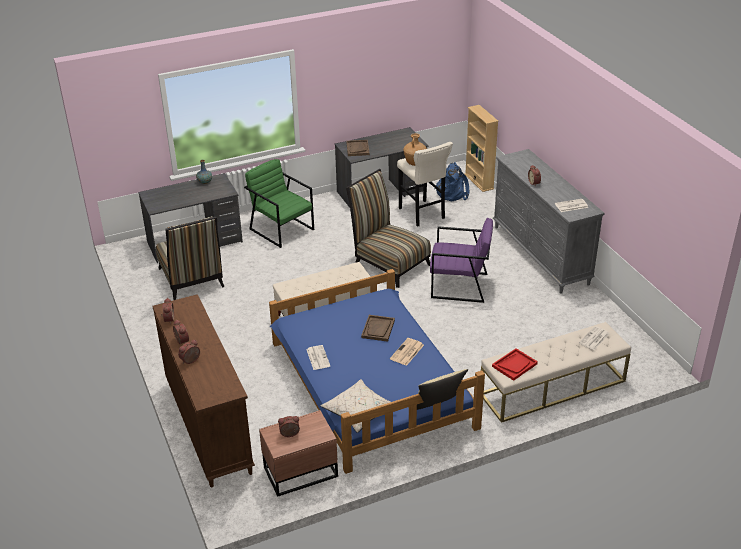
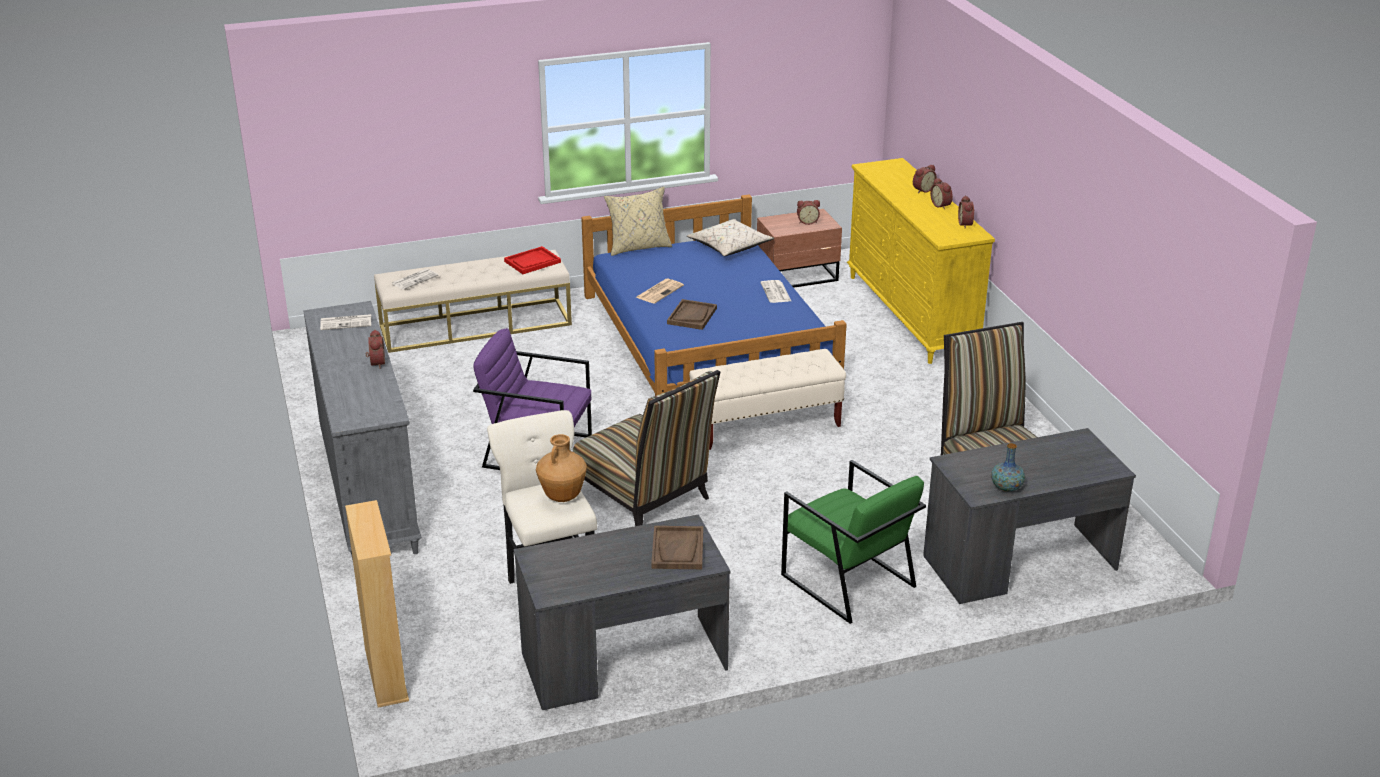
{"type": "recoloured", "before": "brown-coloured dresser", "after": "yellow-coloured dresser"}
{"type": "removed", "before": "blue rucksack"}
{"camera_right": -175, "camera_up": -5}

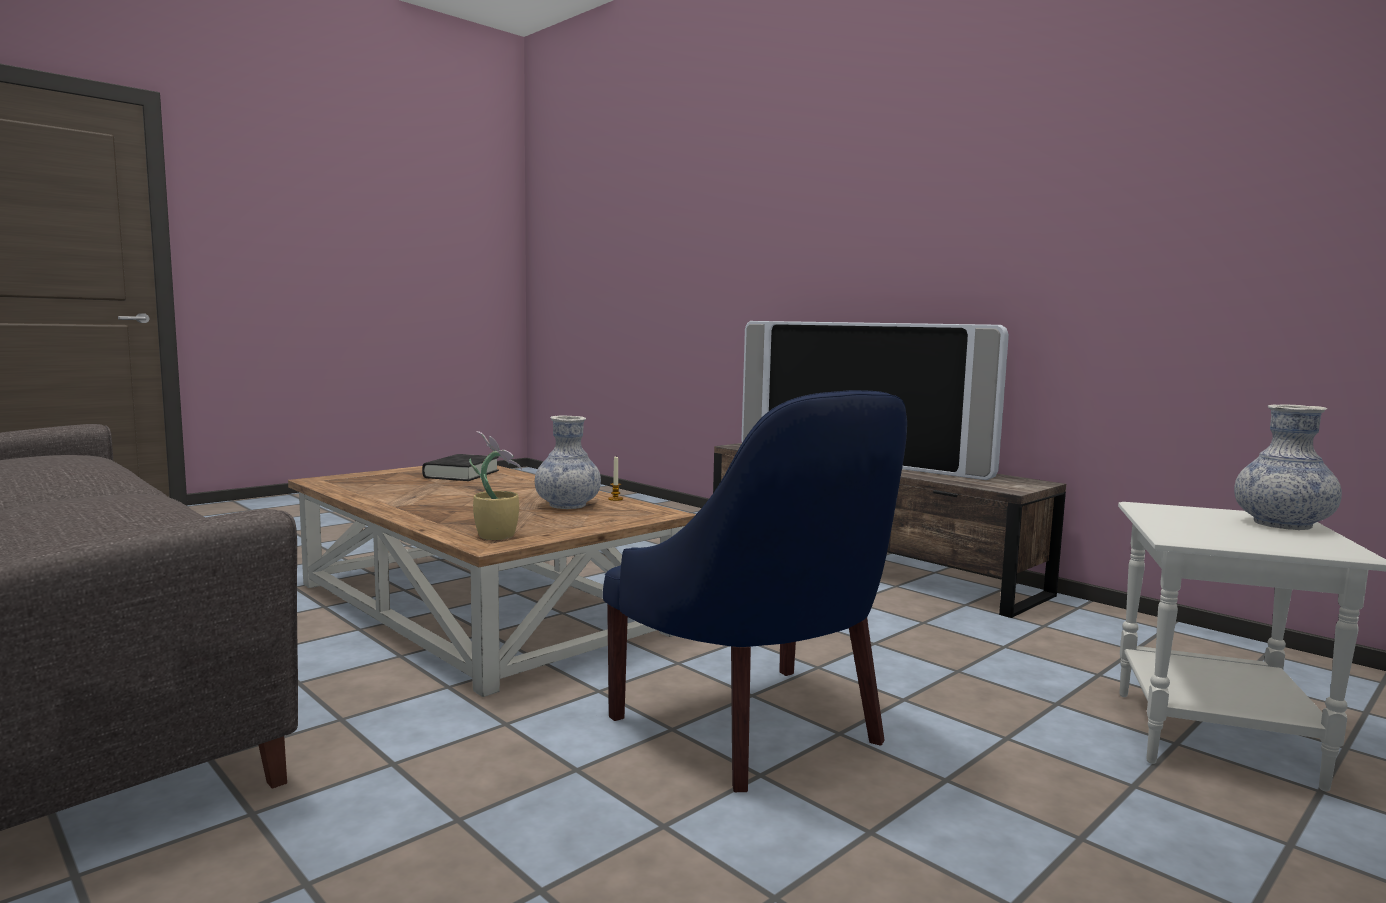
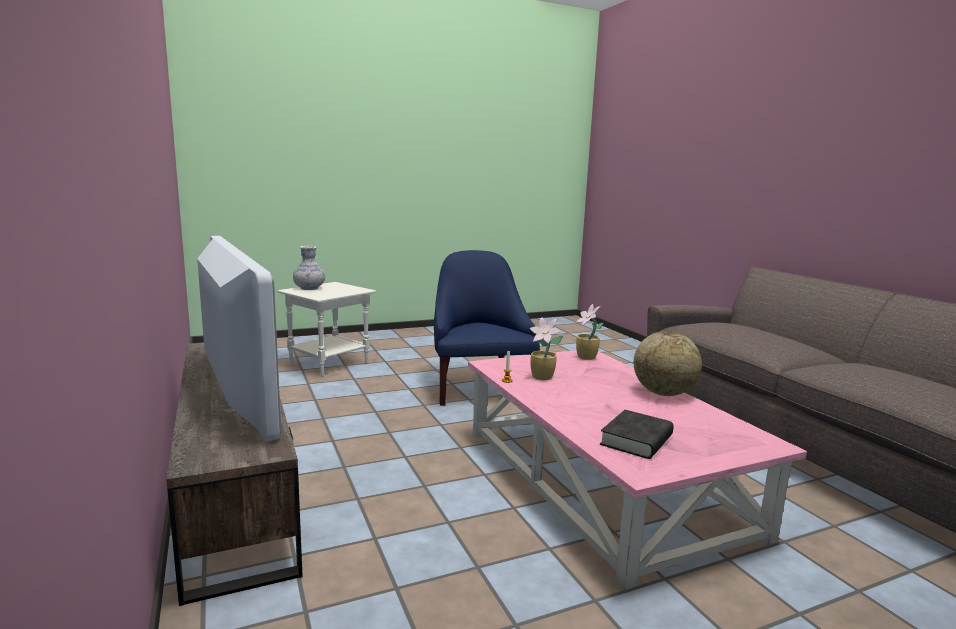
{"type": "recoloured", "before": "brown-coloured coffee table", "after": "pinkish coffee table"}
{"type": "replaced", "before": "flower vase (1st from left)", "after": "houseplant (1st from left)"}
{"type": "added", "after": "world globe"}
{"camera_right": -160, "camera_up": 5}

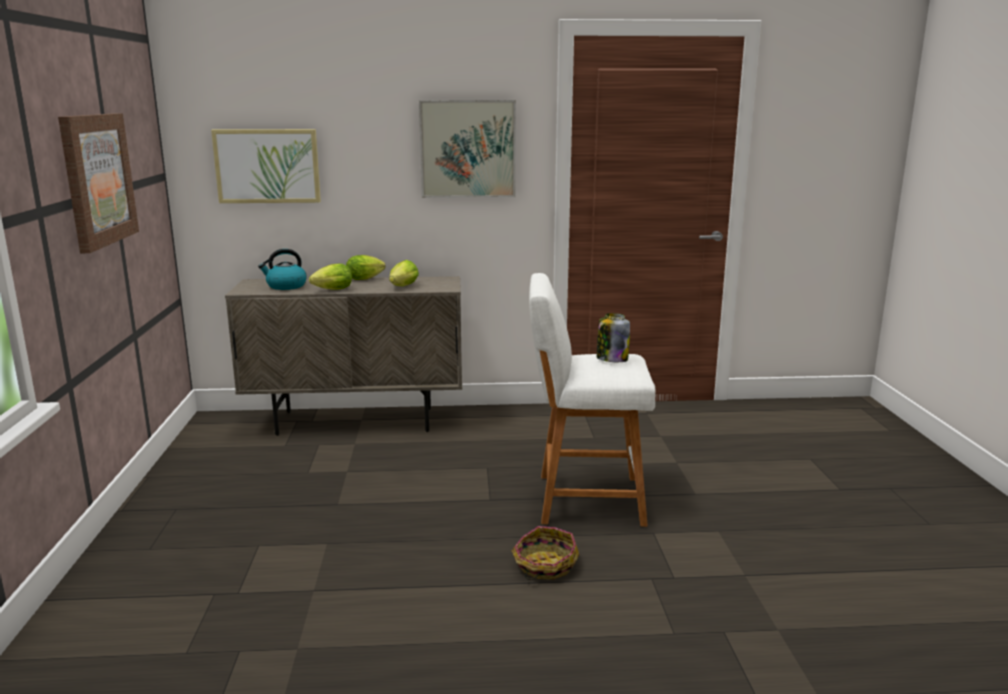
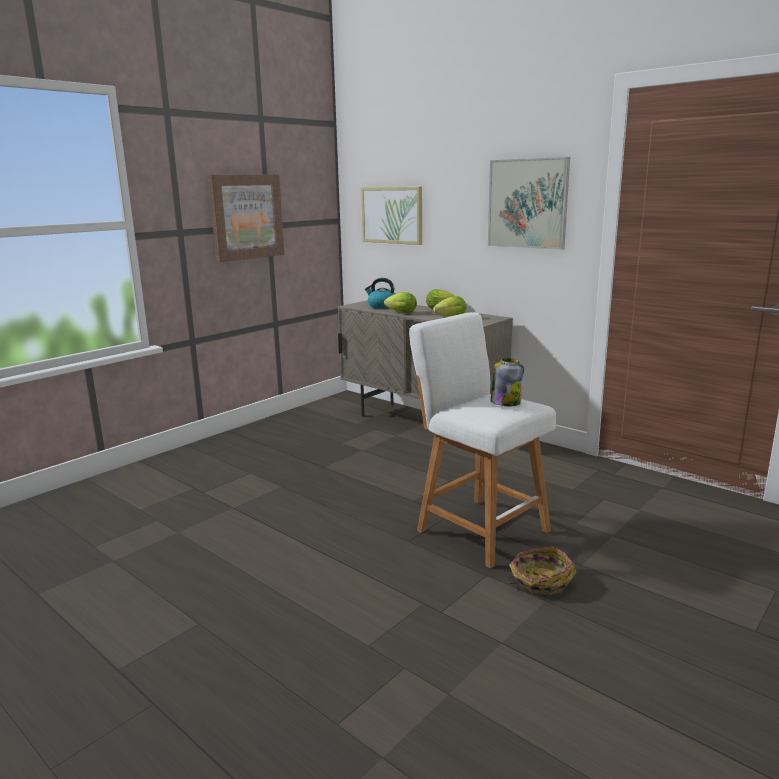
{"type": "moved", "before": "household basket"}
{"camera_right": 45, "camera_up": 0}

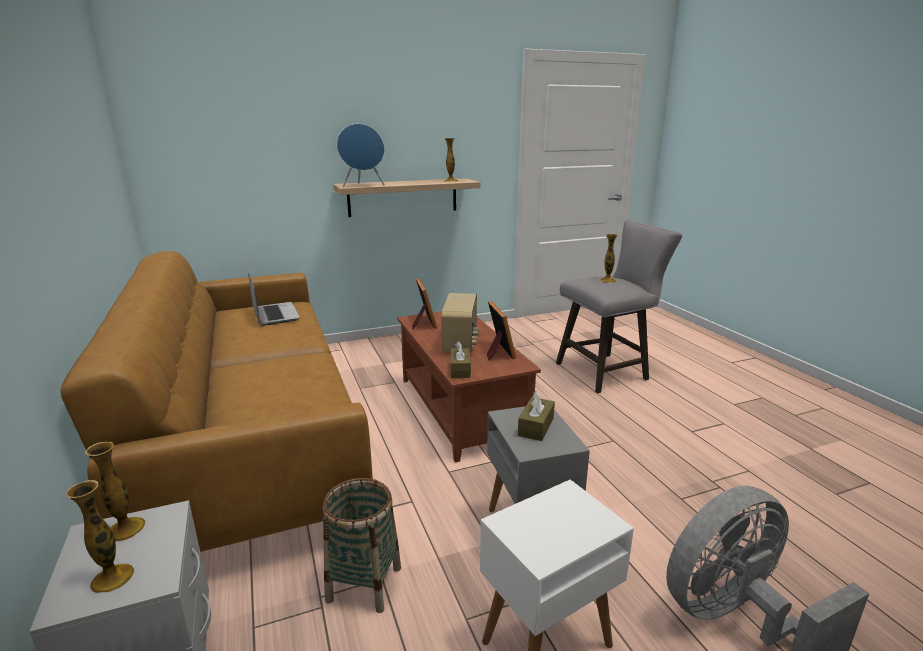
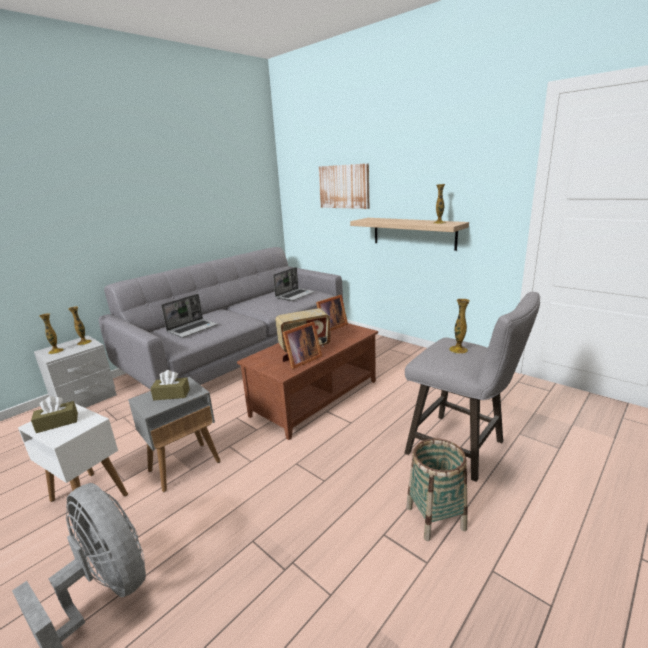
{"type": "recoloured", "before": "brown-coloured couch", "after": "greyish couch"}
{"type": "moved", "before": "household basket"}
{"type": "removed", "before": "blue audio speaker"}
{"type": "moved", "before": "brown-coloured tissue box (1st from left)"}
{"type": "added", "after": "laptop (1st from left)"}
{"type": "added", "after": "wall picture"}
{"camera_right": 65, "camera_up": 0}

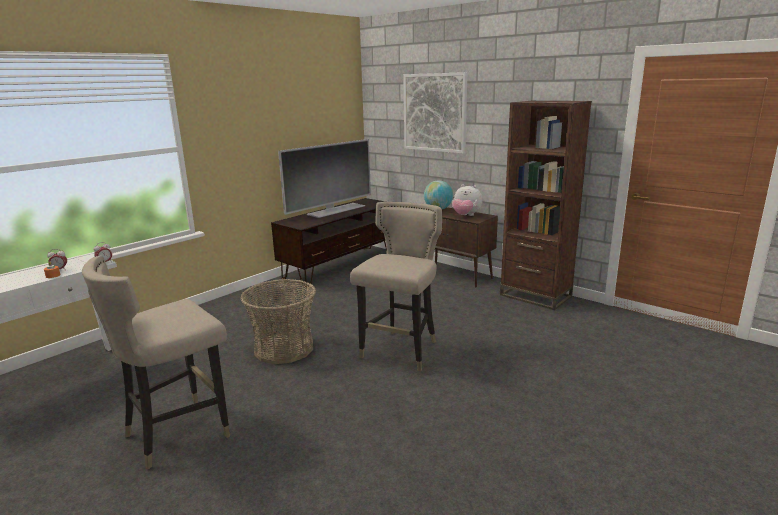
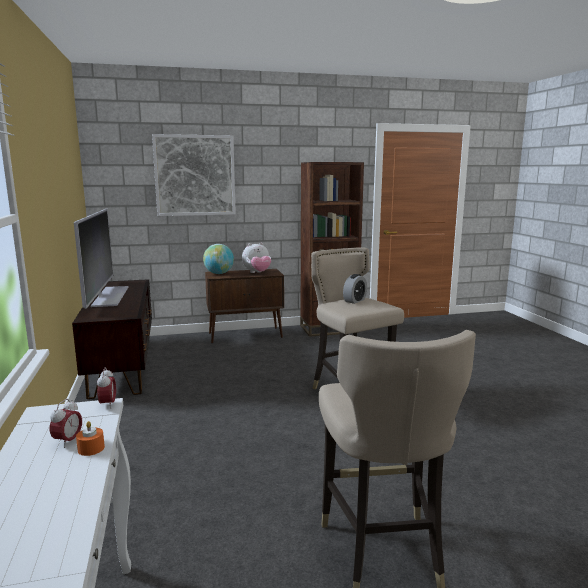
{"type": "removed", "before": "household basket"}
{"type": "added", "after": "table clock (3rd from left)"}
{"camera_right": -55, "camera_up": -5}

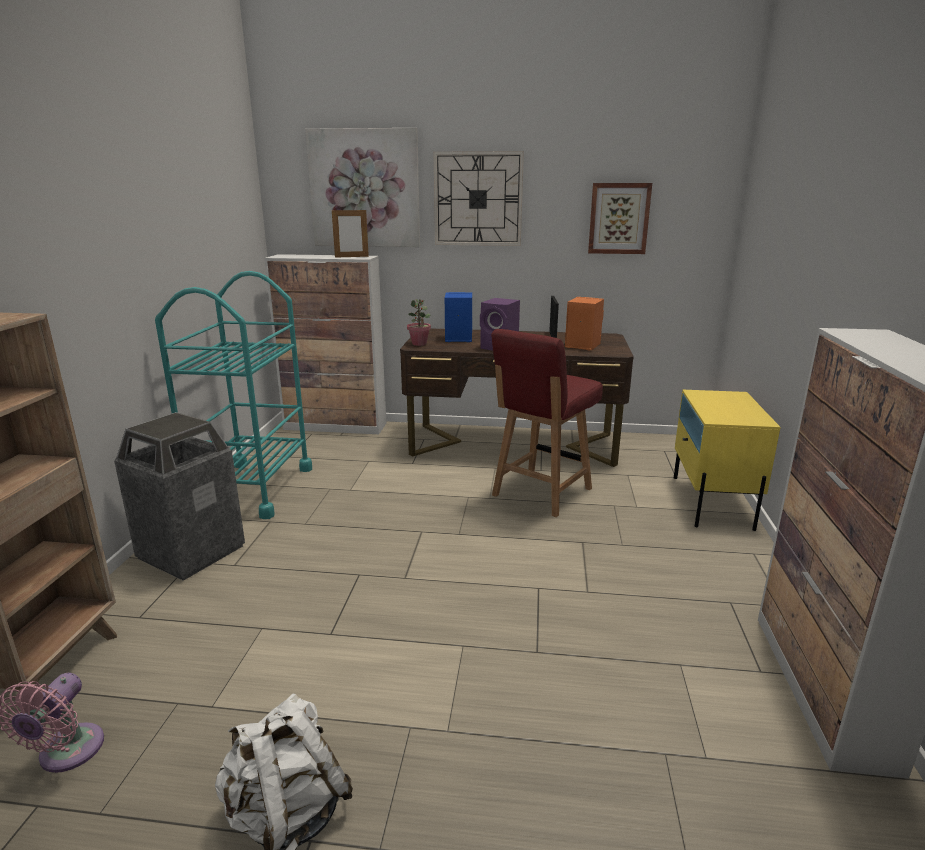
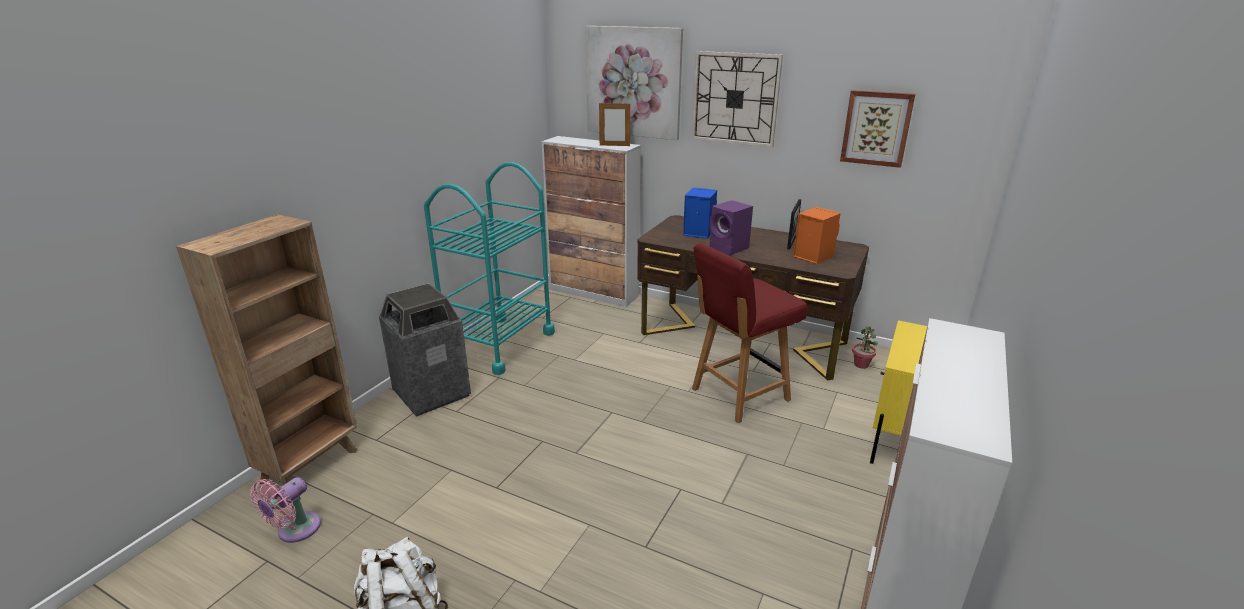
{"type": "moved", "before": "houseplant"}
{"camera_right": 20, "camera_up": 5}

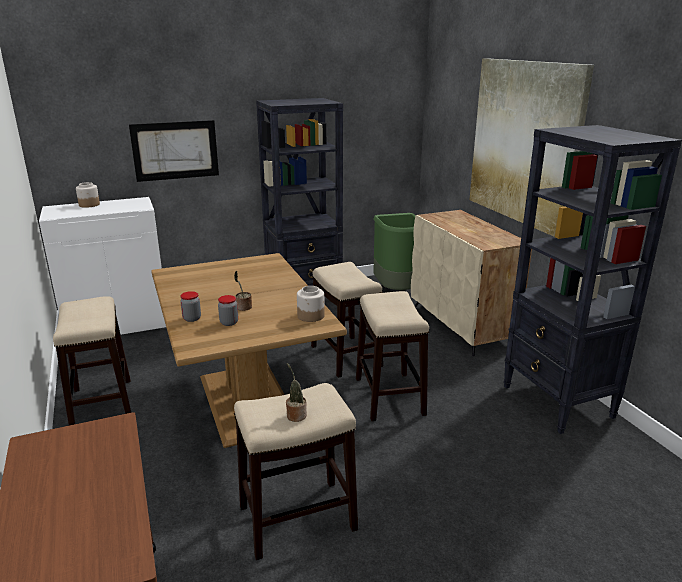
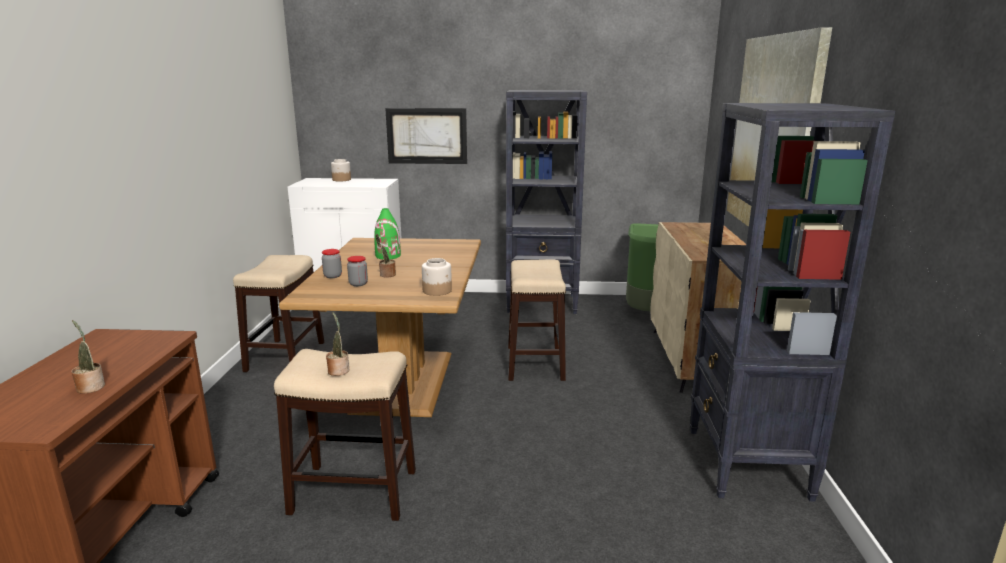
{"type": "removed", "before": "sitting stool (4th from left)"}
{"type": "added", "after": "houseplant (1st from left)"}
{"type": "added", "after": "green-coloured flower vase"}
{"camera_right": 25, "camera_up": -5}

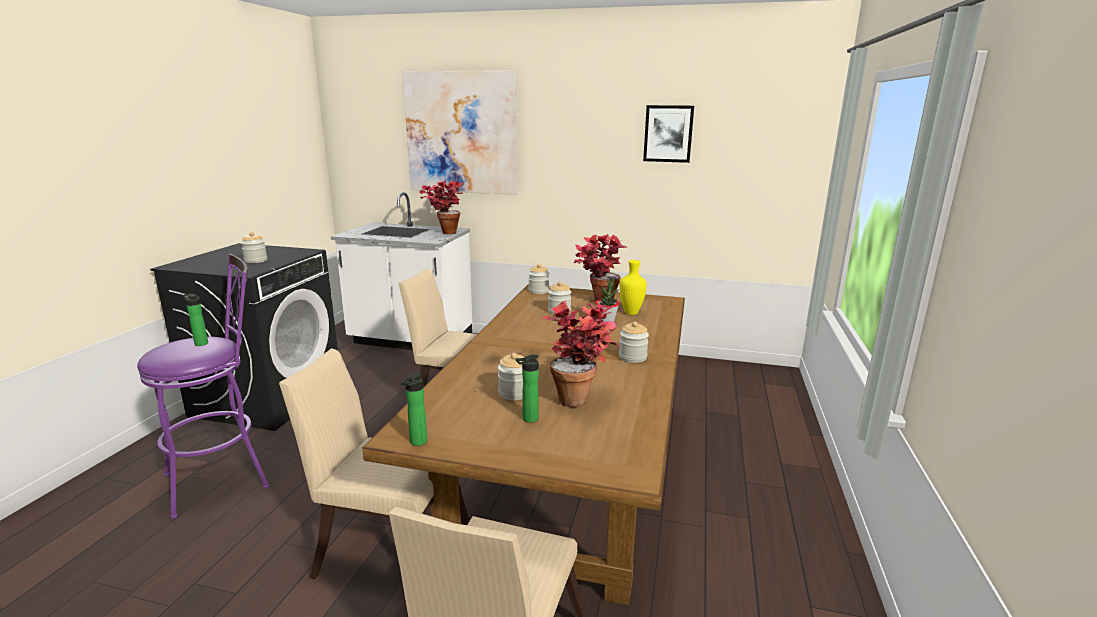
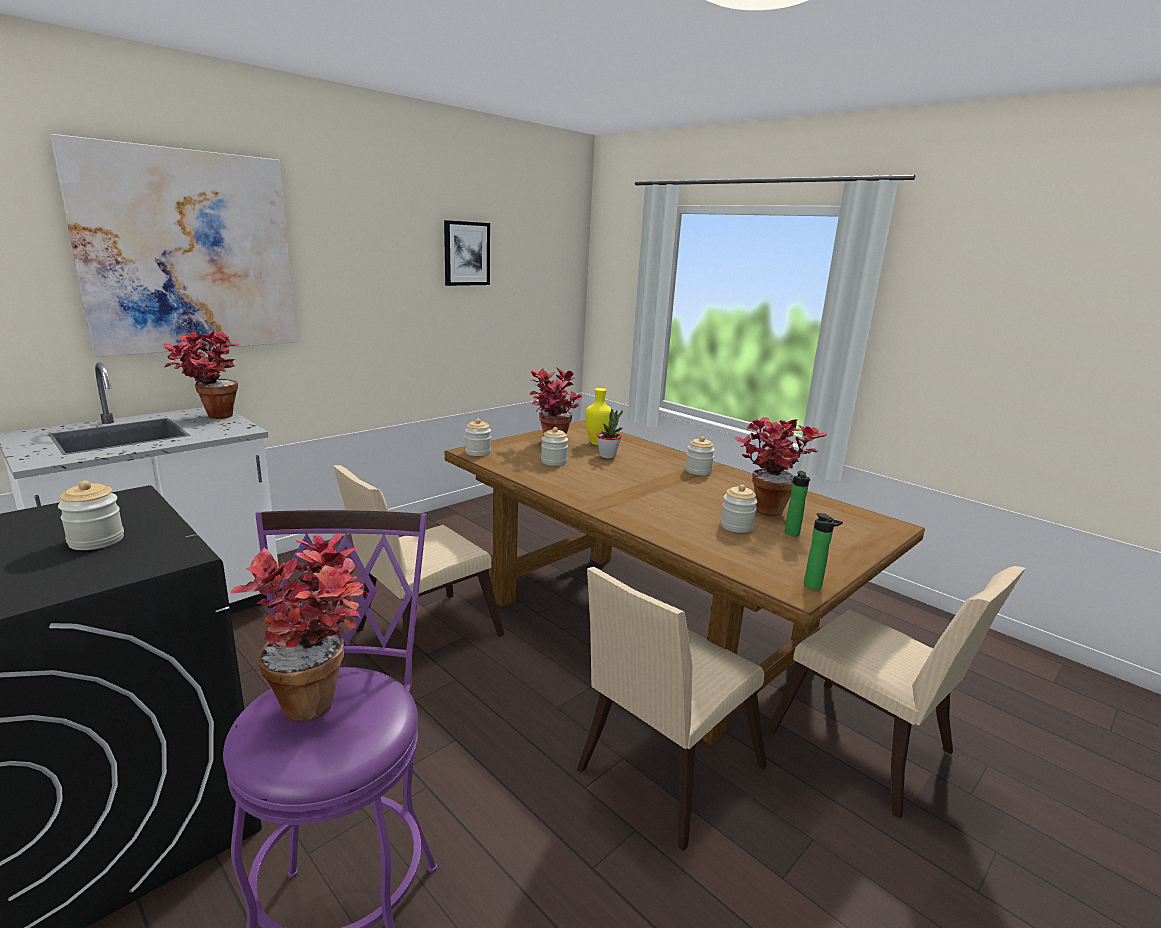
{"type": "replaced", "before": "drink bottle (1st from left)", "after": "houseplant (2nd from left)"}
{"camera_right": -60, "camera_up": 0}

